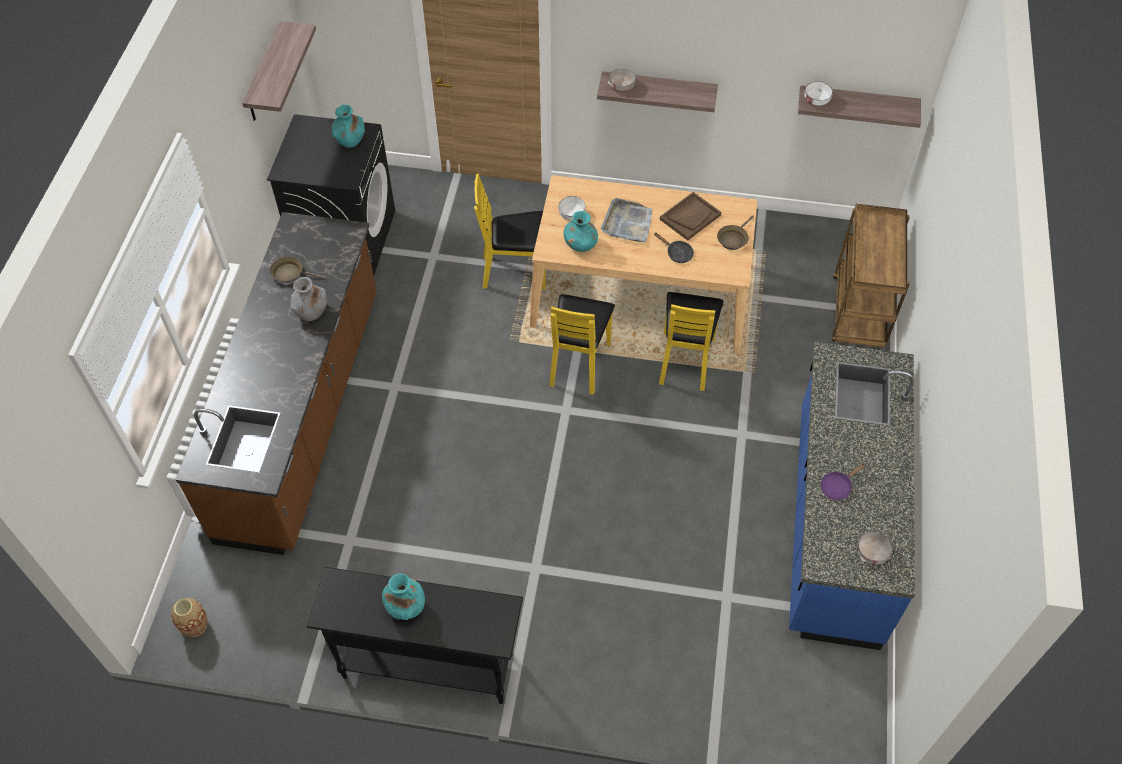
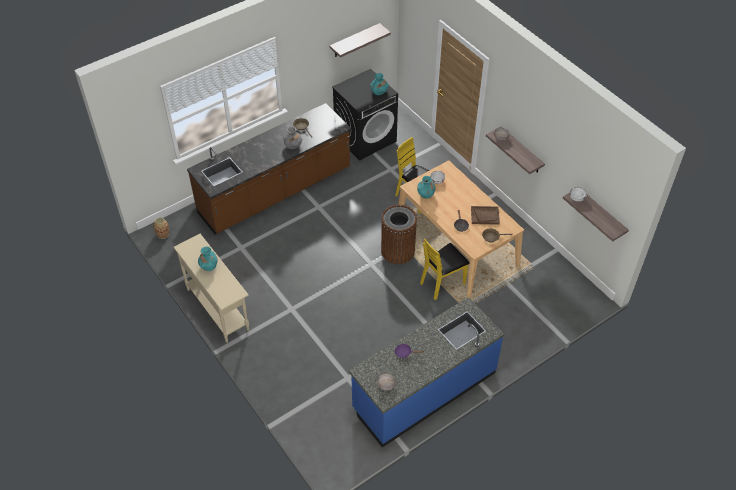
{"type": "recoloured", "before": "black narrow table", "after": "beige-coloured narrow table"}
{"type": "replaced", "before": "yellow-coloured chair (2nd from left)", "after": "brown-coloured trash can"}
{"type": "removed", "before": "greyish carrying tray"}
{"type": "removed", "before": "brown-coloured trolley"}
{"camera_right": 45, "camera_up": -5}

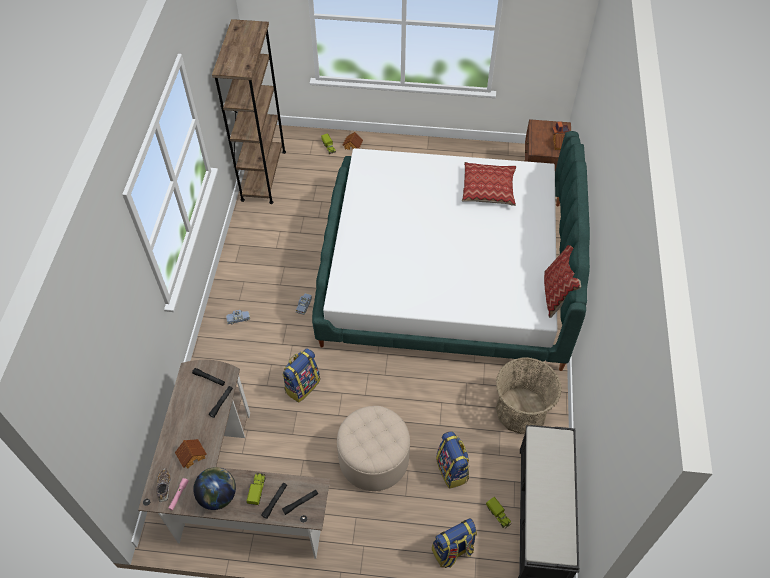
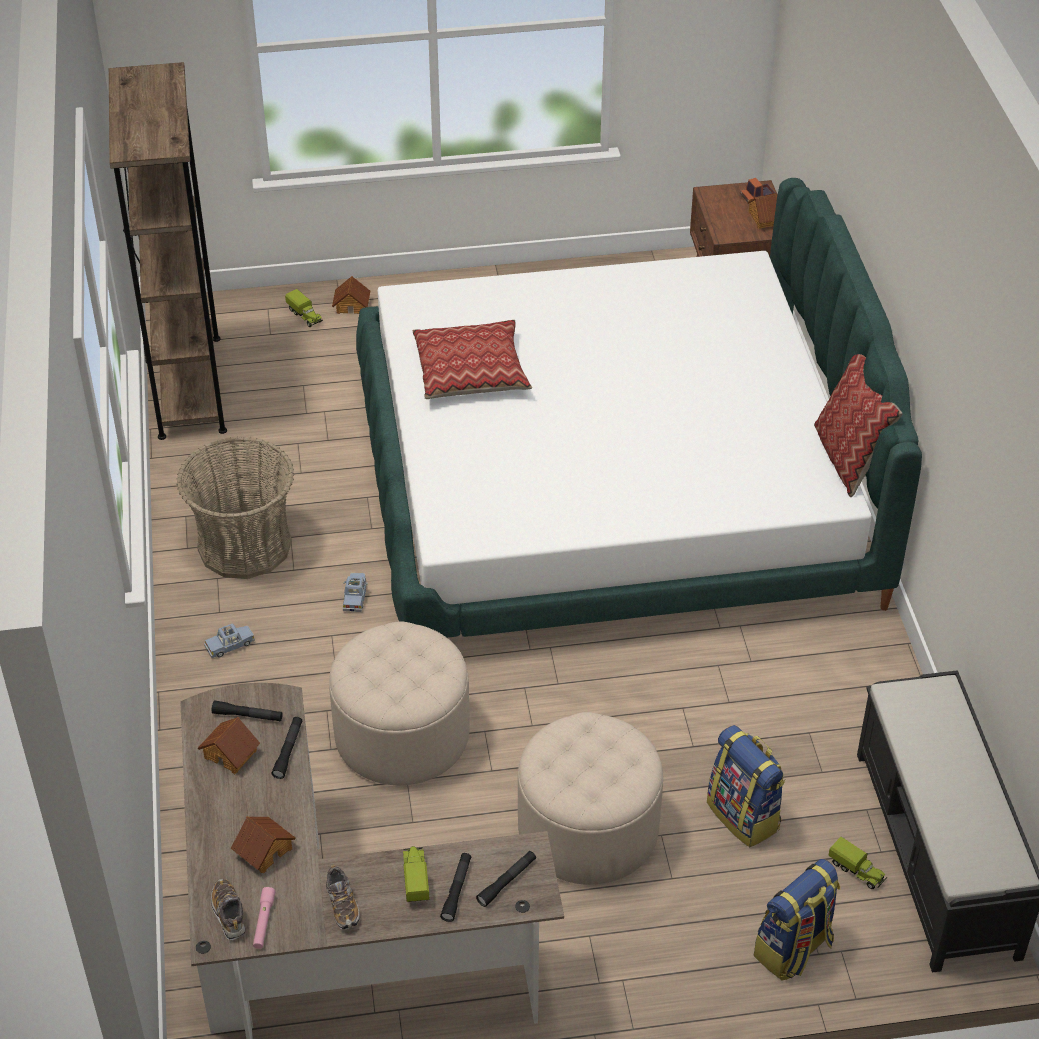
{"type": "replaced", "before": "world globe", "after": "item of footwear (2nd from left)"}
{"type": "replaced", "before": "rucksack (1st from left)", "after": "beige-coloured pouffe (1st from left)"}
{"type": "moved", "before": "cushion (1st from left)"}
{"type": "moved", "before": "household basket"}
{"type": "added", "after": "miniature house (1st from left)"}
{"camera_right": -15, "camera_up": -10}

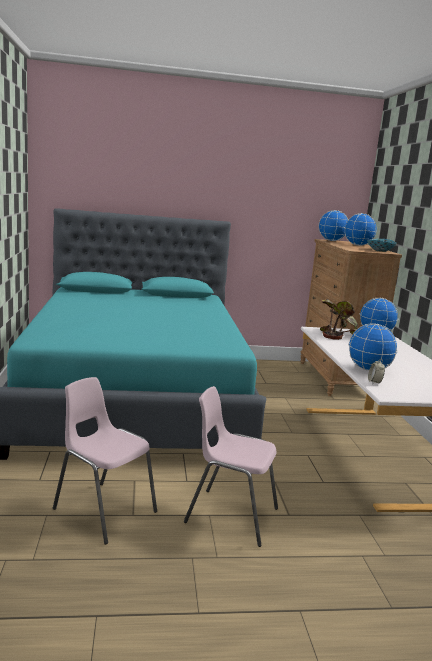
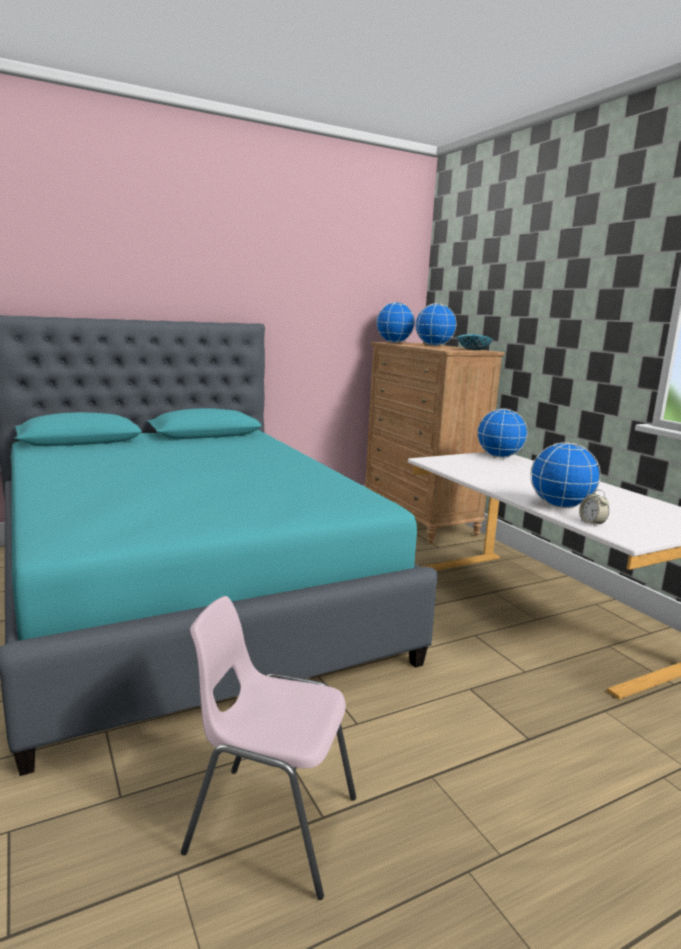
{"type": "removed", "before": "pinkish chair (2nd from left)"}
{"type": "removed", "before": "houseplant"}
{"camera_right": -20, "camera_up": 0}

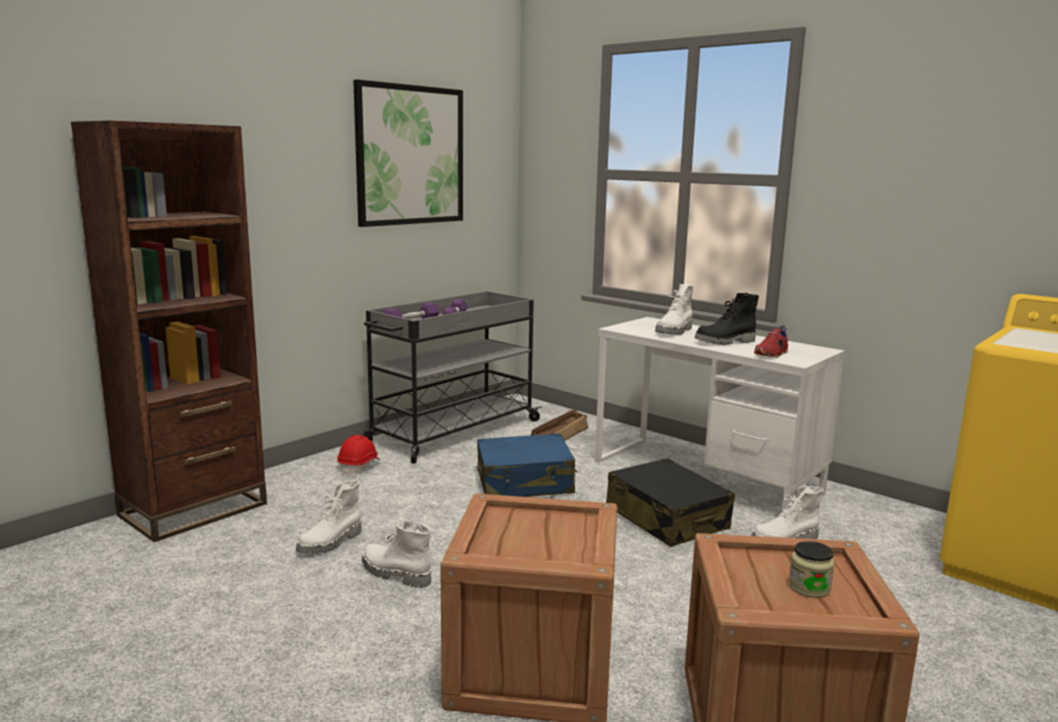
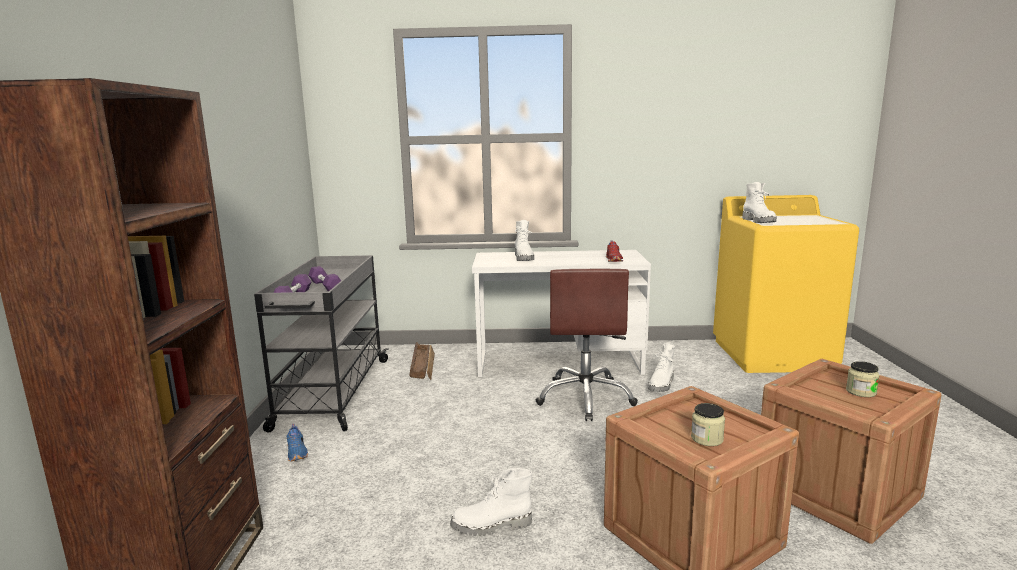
{"type": "moved", "before": "white-coloured boot (1st from left in the first image)", "after": "white-coloured boot (4th from left)"}
{"type": "replaced", "before": "red-coloured safety helmet", "after": "blue item of footwear"}
{"type": "removed", "before": "wall picture"}
{"type": "removed", "before": "blue travel case"}
{"type": "replaced", "before": "black travel case", "after": "brown-coloured office chair"}
{"type": "removed", "before": "black boot"}
{"type": "added", "after": "preserve jar (1st from left)"}
{"camera_right": -40, "camera_up": 0}

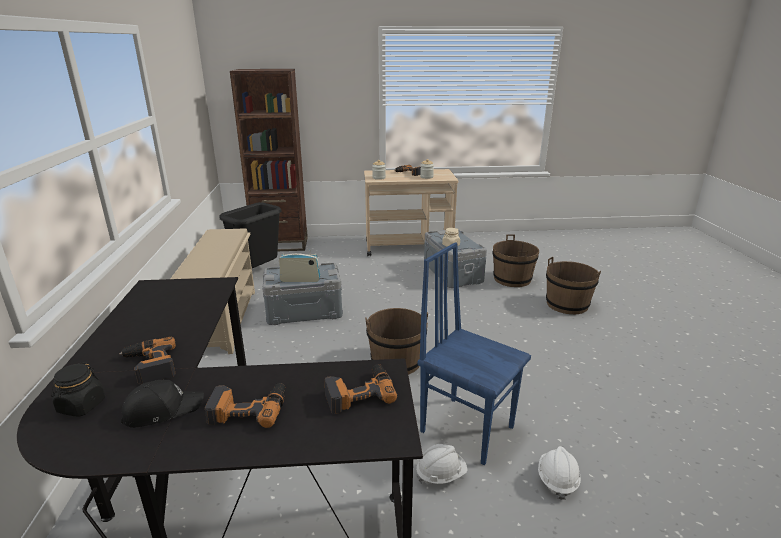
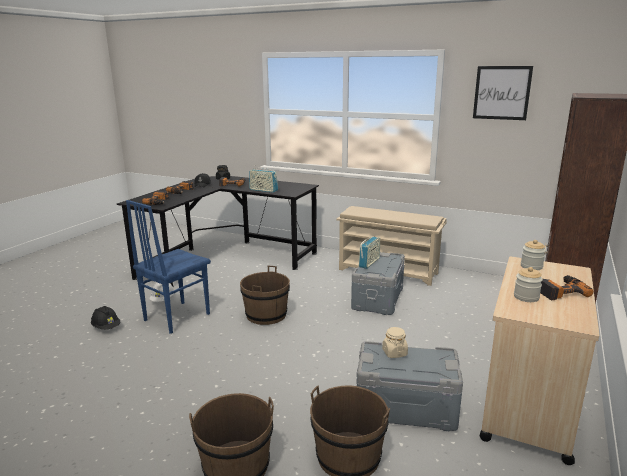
{"type": "removed", "before": "black trash can"}
{"type": "turned", "before": "blue chair", "turn": 150}
{"type": "recoloured", "before": "white-coloured safety helmet (2nd from left)", "after": "black safety helmet"}
{"type": "added", "after": "radio set (1st from left)"}
{"type": "added", "after": "wall picture"}
{"camera_right": 120, "camera_up": -5}

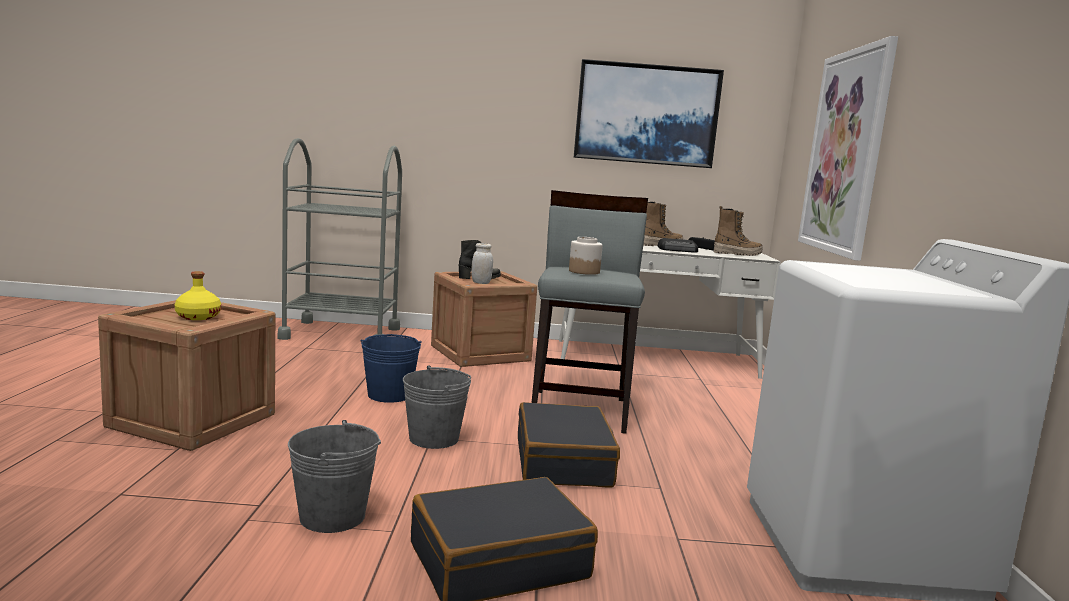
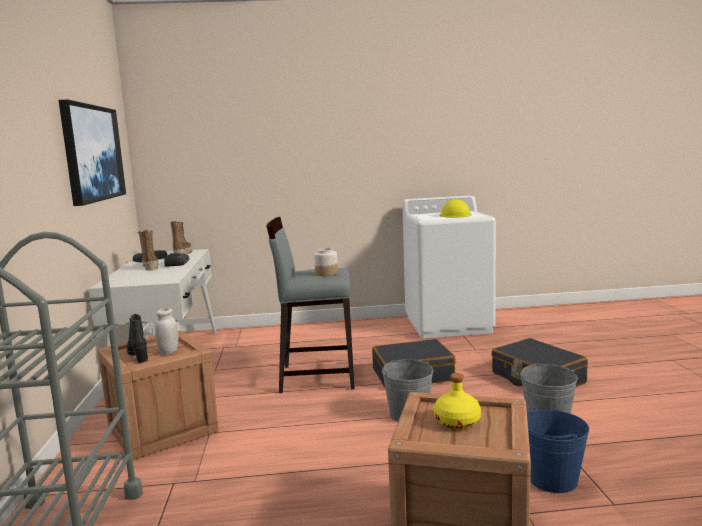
{"type": "moved", "before": "blue pail"}
{"type": "removed", "before": "wall picture (2nd from left)"}
{"type": "added", "after": "yellow-coloured safety helmet"}
{"camera_right": -95, "camera_up": 0}

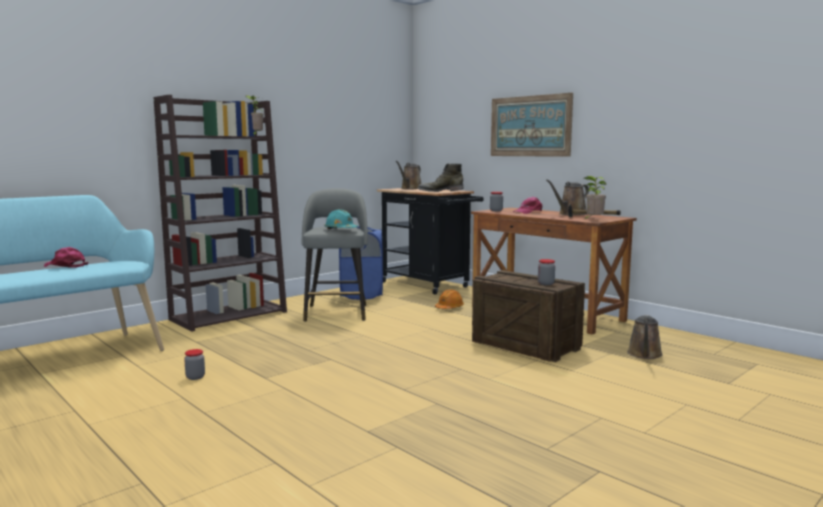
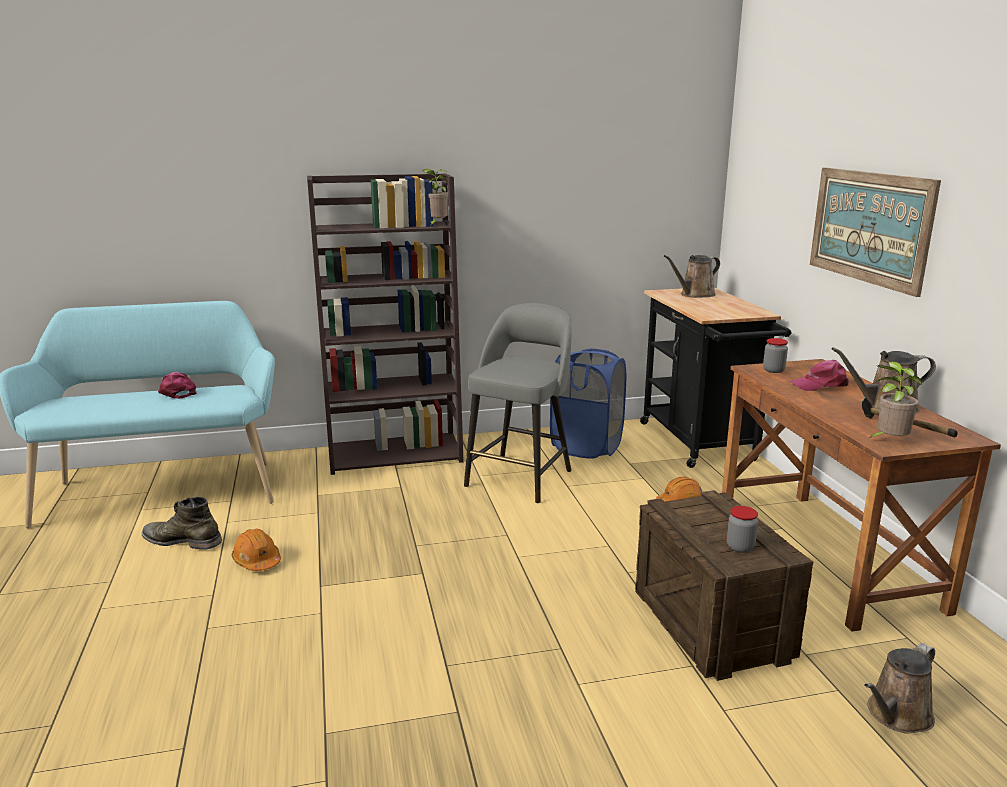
{"type": "replaced", "before": "preserve jar (1st from left)", "after": "orange-coloured safety helmet (1st from left)"}
{"type": "removed", "before": "blue-green safety helmet"}
{"type": "moved", "before": "green-coloured boot"}
{"camera_right": 30, "camera_up": 10}

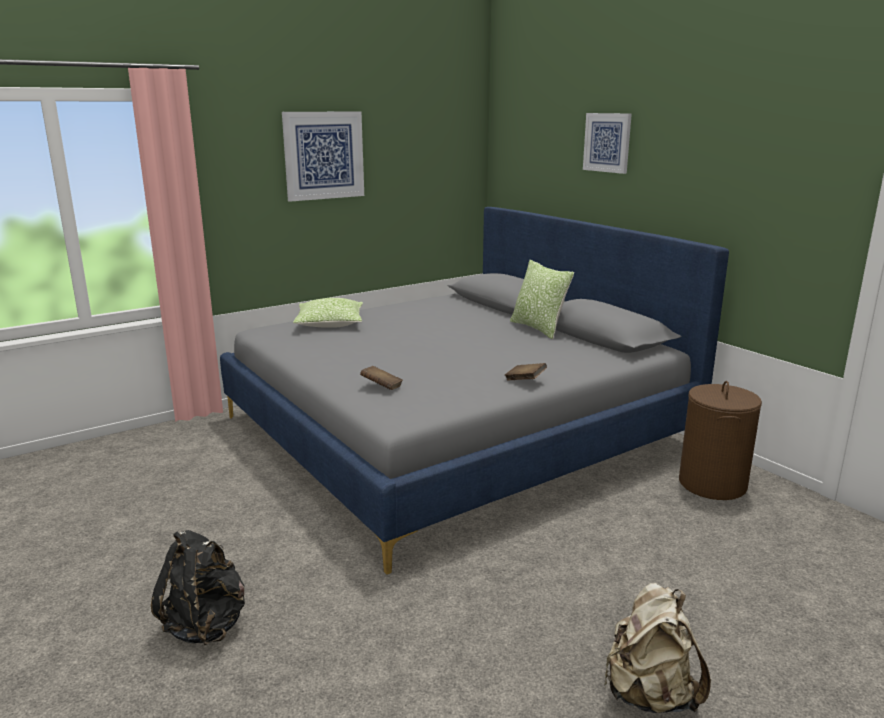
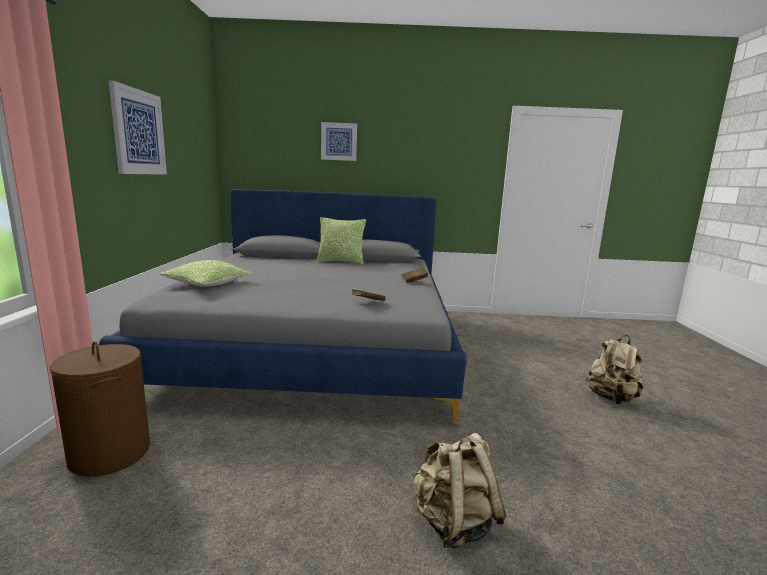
{"type": "recoloured", "before": "black rucksack", "after": "beige-coloured rucksack (1st from left)"}
{"type": "moved", "before": "brown-coloured hamper"}
{"camera_right": -55, "camera_up": -5}

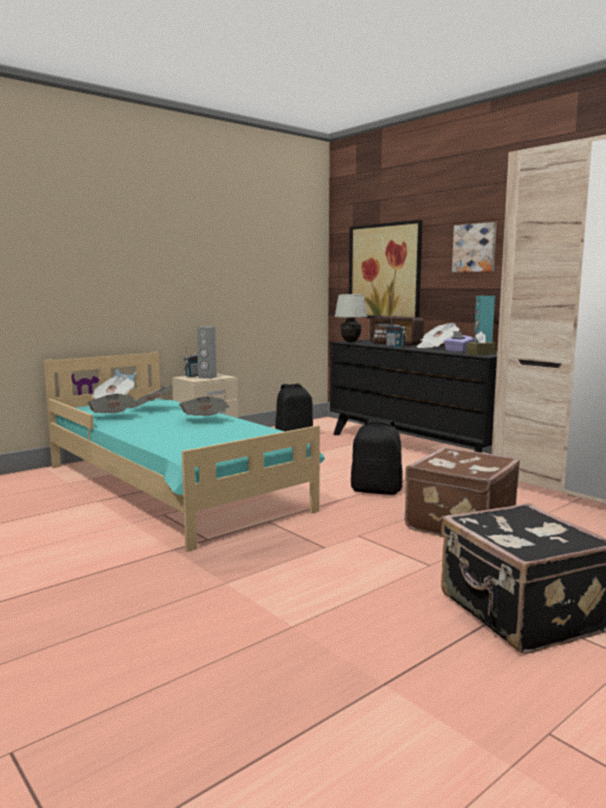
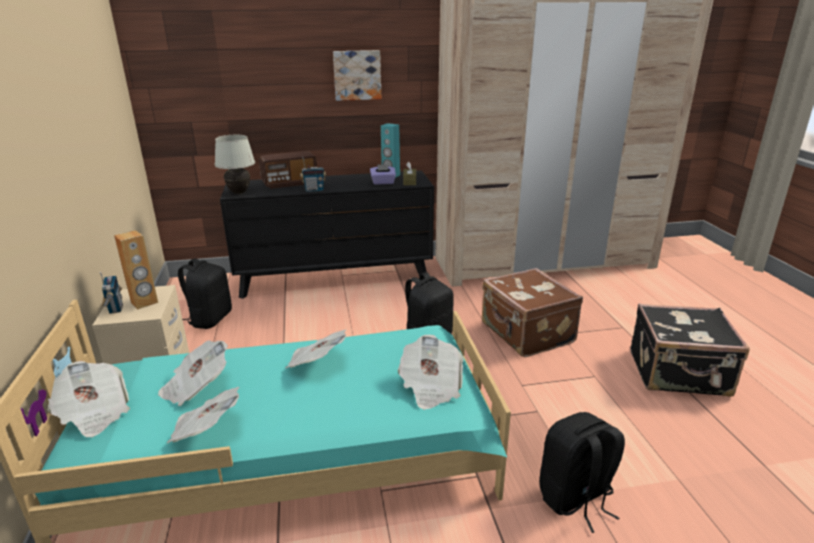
{"type": "recoloured", "before": "greyish audio speaker", "after": "brown-coloured audio speaker"}
{"type": "removed", "before": "wall picture (1st from left)"}
{"type": "moved", "before": "daily paper (5th from left)"}
{"type": "added", "after": "black rucksack (3rd from left)"}
{"camera_right": -60, "camera_up": 15}

